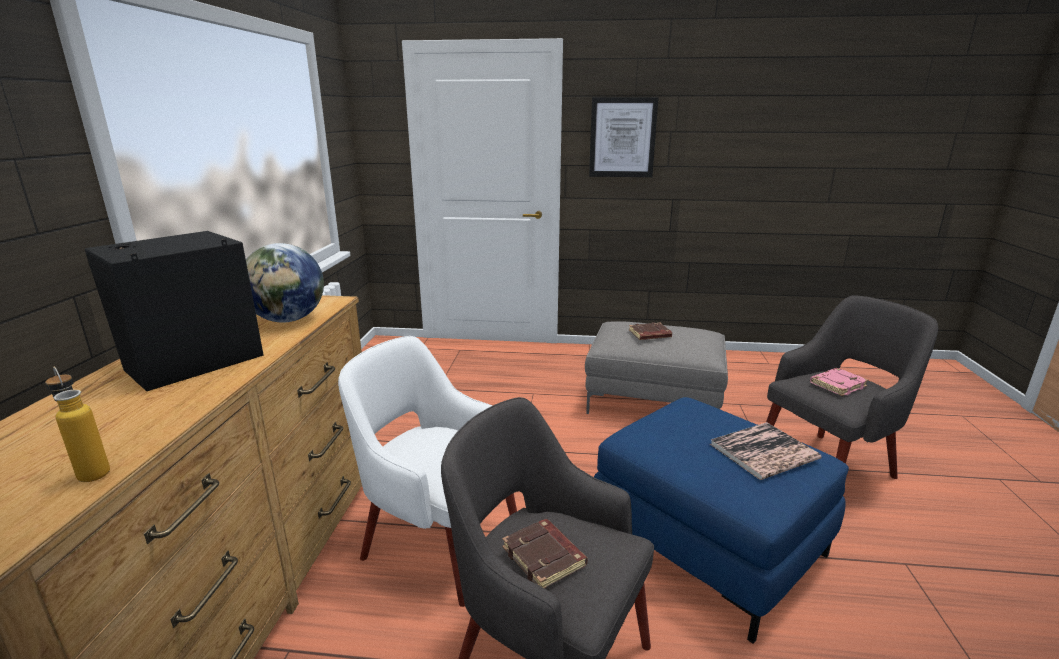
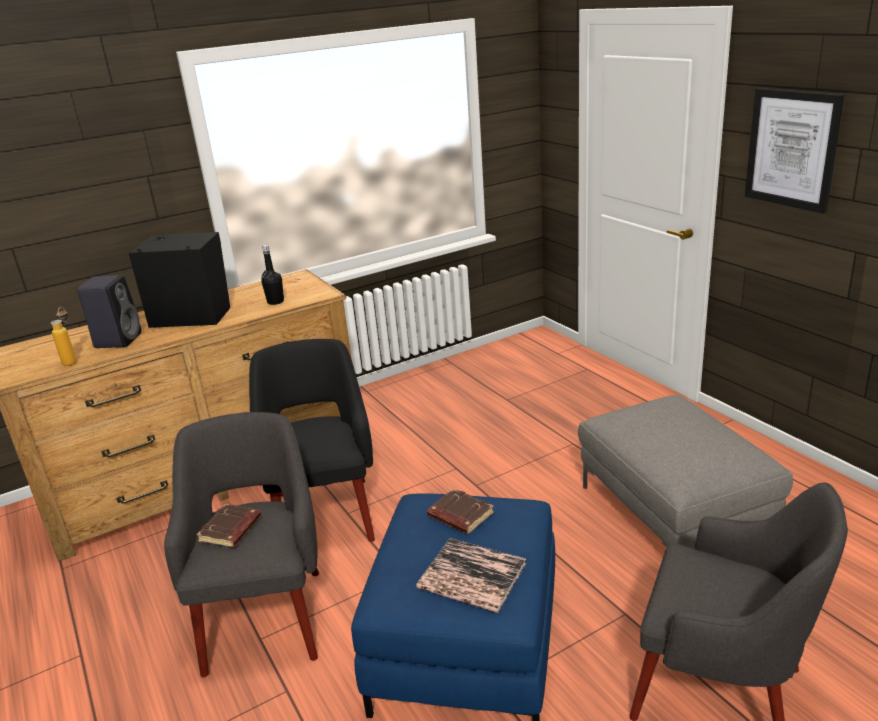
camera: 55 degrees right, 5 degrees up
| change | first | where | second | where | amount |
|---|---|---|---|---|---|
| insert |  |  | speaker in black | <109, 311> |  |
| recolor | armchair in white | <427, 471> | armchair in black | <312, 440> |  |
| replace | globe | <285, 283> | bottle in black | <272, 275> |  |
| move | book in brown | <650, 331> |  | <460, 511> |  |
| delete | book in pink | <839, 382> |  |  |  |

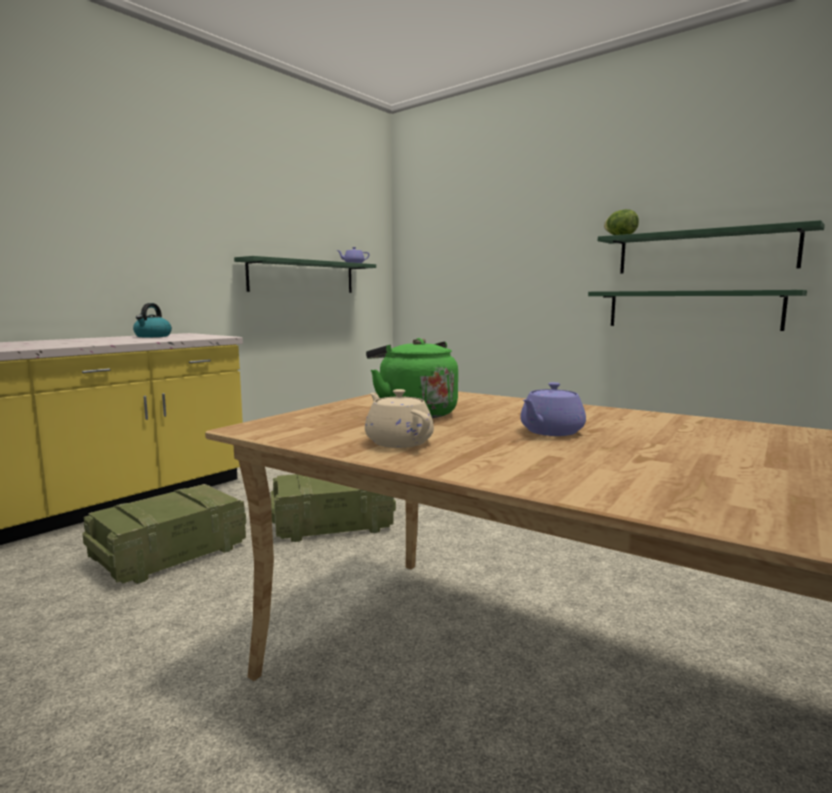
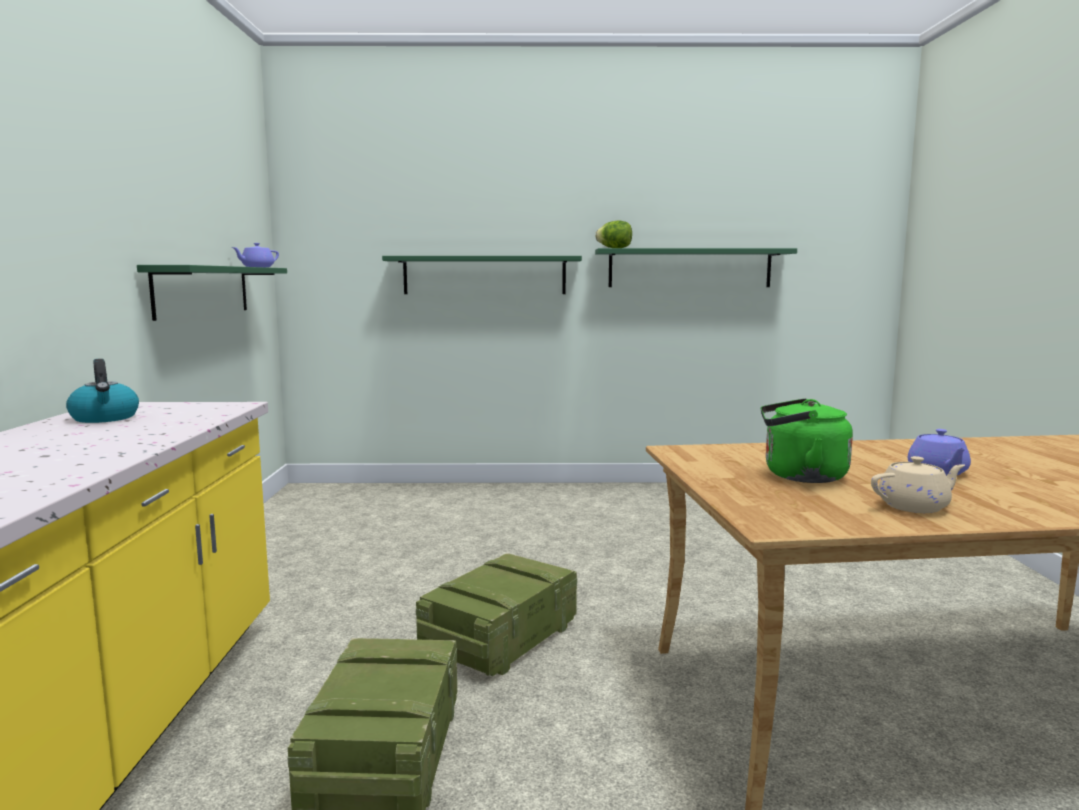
camera: 40 degrees left, 0 degrees up
| change | first | where | second | where | amount |
|---|---|---|---|---|---|
| move | shelf in green | <697, 310> |  | <482, 275> |  |
| rotate | teapot in beige | <399, 418> |  | <918, 484> | 150 degrees clockwise |

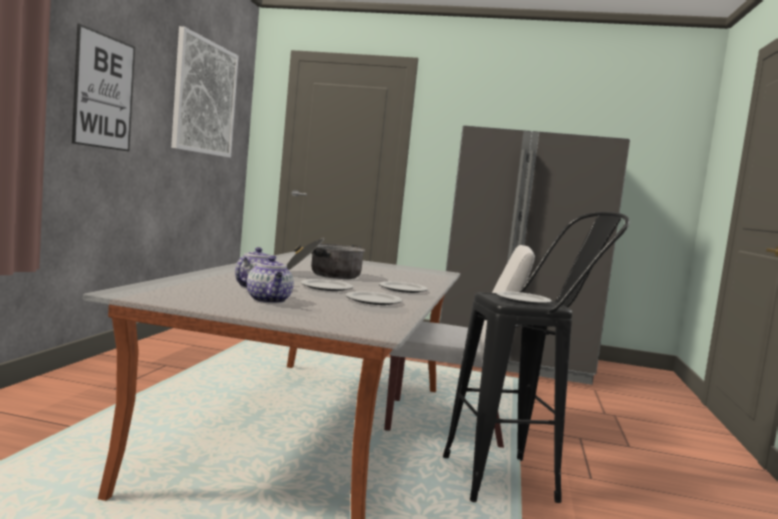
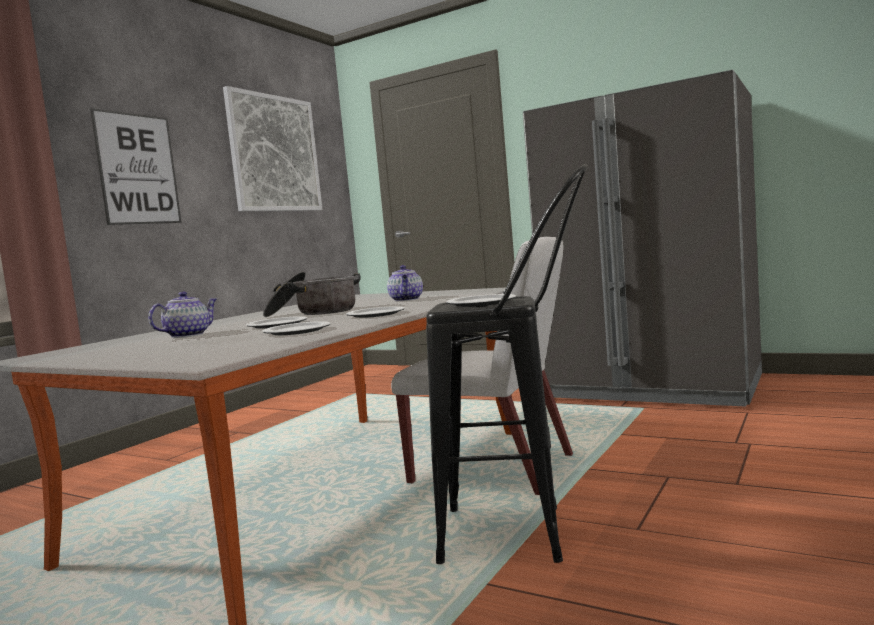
camera: 20 degrees right, 0 degrees up
| change | first | where | second | where | amount |
|---|---|---|---|---|---|
| move | teapot | <270, 280> |  | <405, 283> |  |

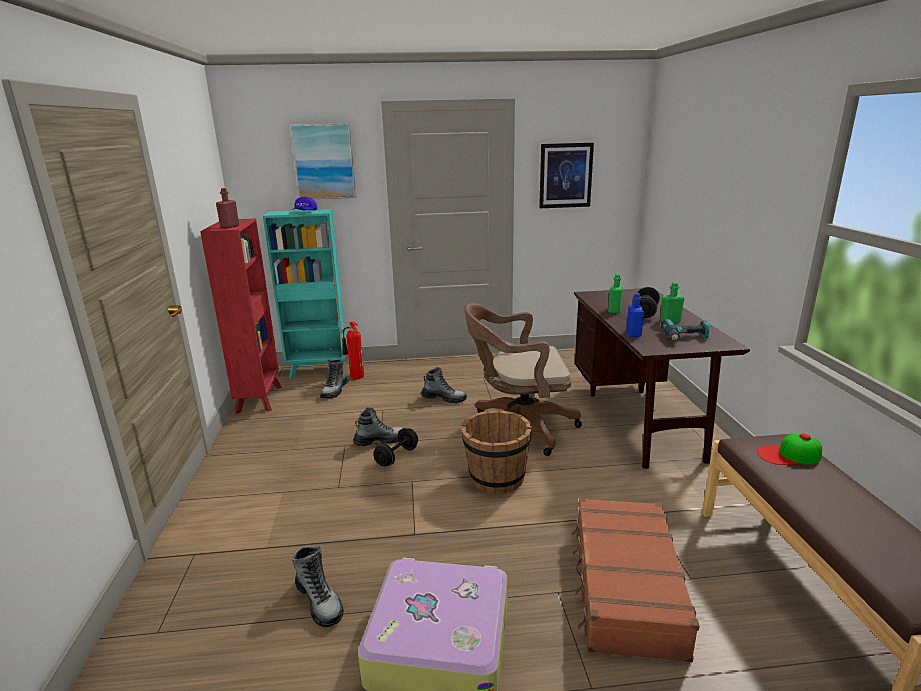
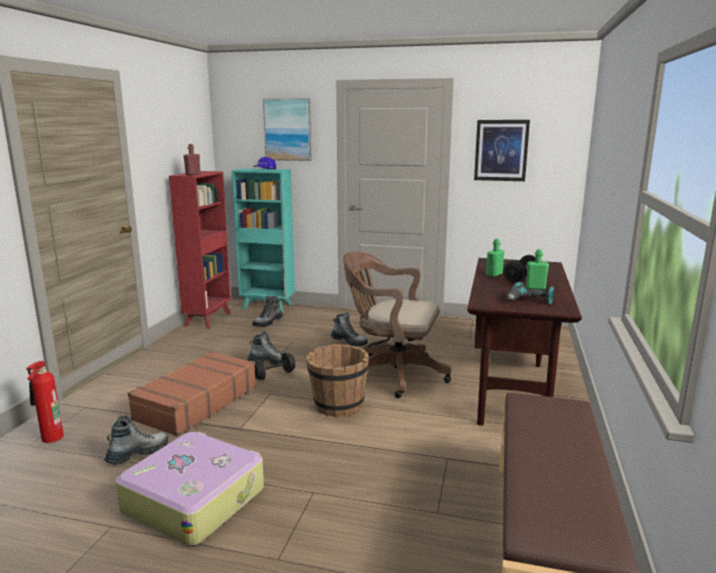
camera: 20 degrees right, 5 degrees down
| change | first | where | second | where | amount |
|---|---|---|---|---|---|
| move | fire extinguisher | <353, 350> |  | <45, 402> |  |
| rotate | boot | <317, 586> |  | <136, 440> | 120 degrees counterclockwise |
| move | suitcase in brown | <636, 580> |  | <192, 393> |  |
| delete | bottle in blue | <635, 315> |  |  |  |
| delete | cap | <789, 449> |  |  |  |

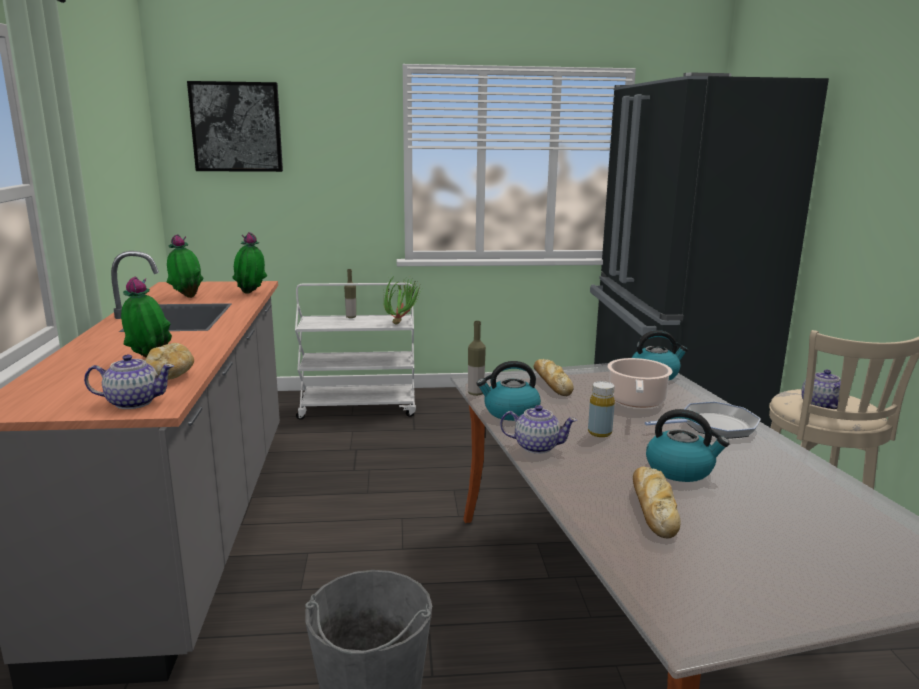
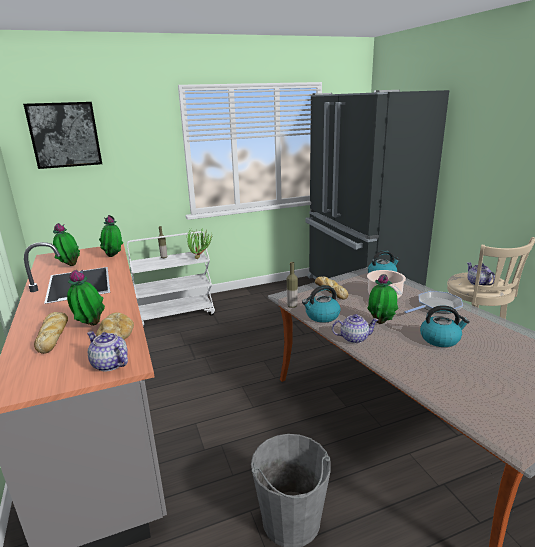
camera: 15 degrees left, 5 degrees up
| change | first | where | second | where | amount |
|---|---|---|---|---|---|
| move | bread | <656, 502> |  | <51, 333> |  |
| rotate | teapot | <129, 381> |  | <107, 351> | 120 degrees counterclockwise |
| replace | bottle in yellow | <601, 409> | potted plant | <382, 299> |  |

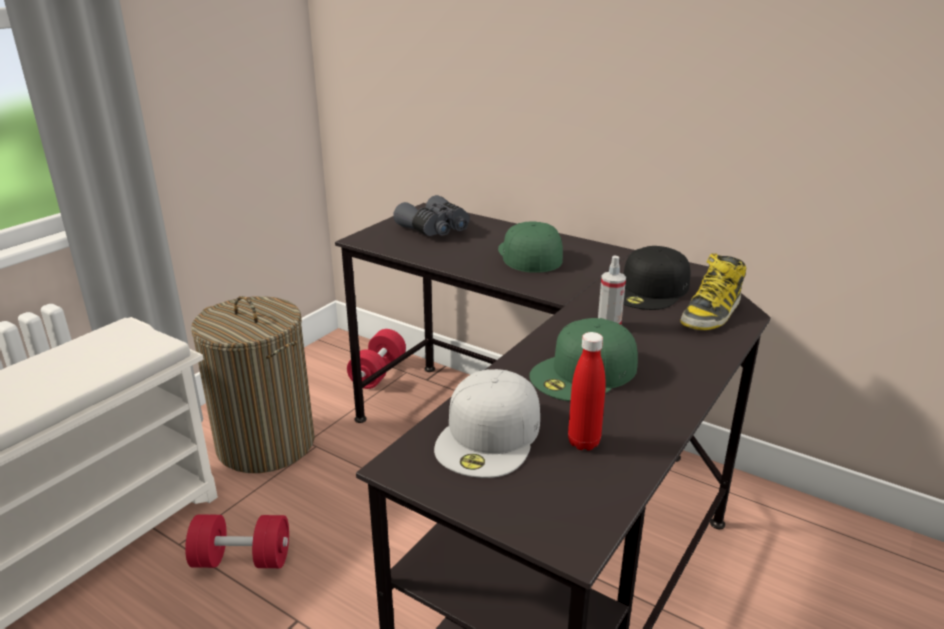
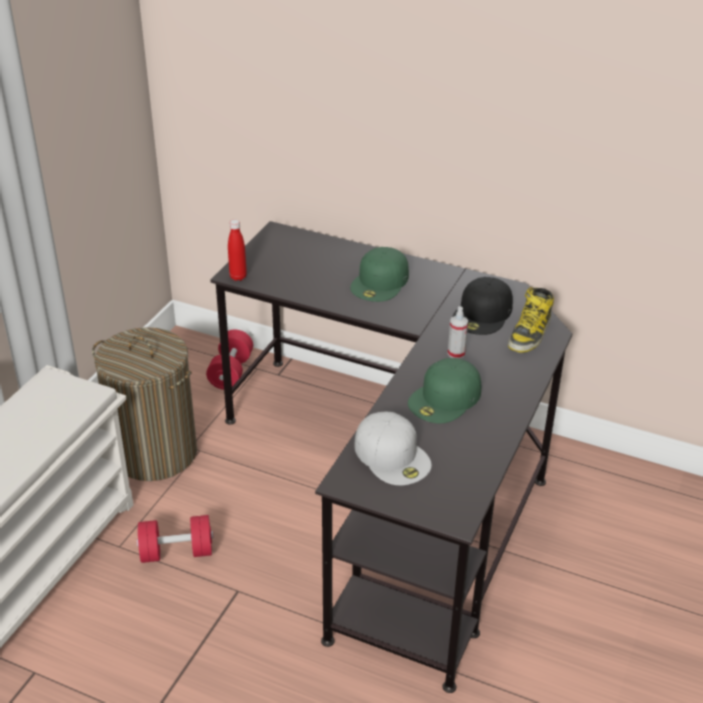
camera: 10 degrees left, 10 degrees up
| change | first | where | second | where | amount |
|---|---|---|---|---|---|
| move | bottle in red | <587, 391> |  | <237, 250> |  |
| rotate | cap in green | <530, 247> |  | <379, 274> | 135 degrees counterclockwise |
| rotate | cap in white | <487, 423> |  | <393, 448> | 45 degrees counterclockwise |
| delete | binoculars in grey | <431, 215> |  |  |  |

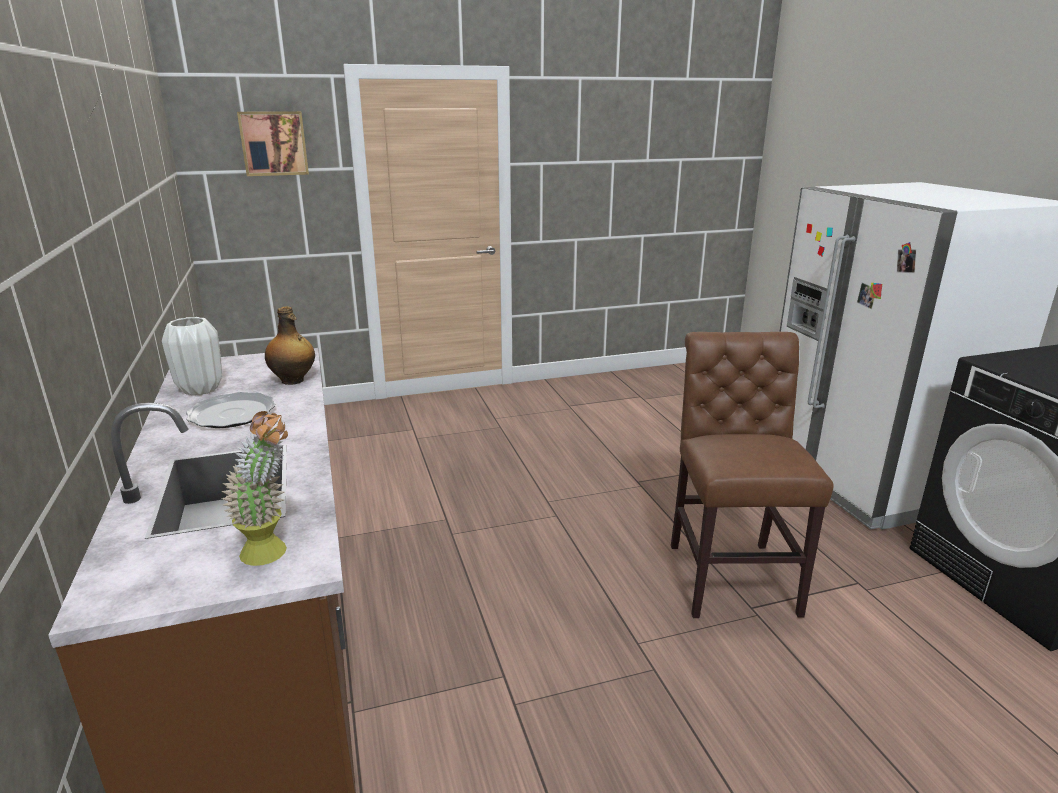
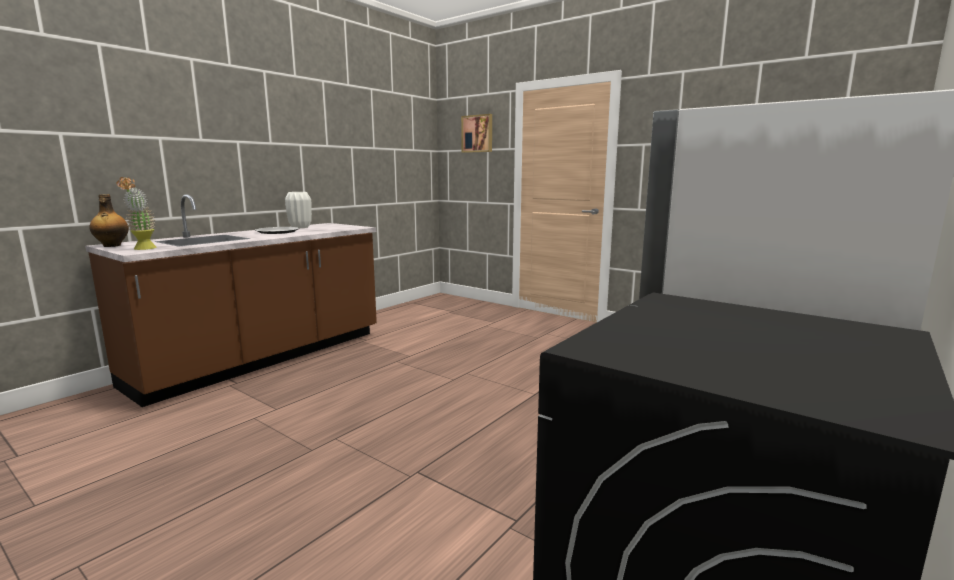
camera: 55 degrees right, 10 degrees down
| change | first | where | second | where | amount |
|---|---|---|---|---|---|
| move | bottle | <290, 345> |  | <109, 220> |  |
| delete | chair in brown | <752, 475> |  |  |  |

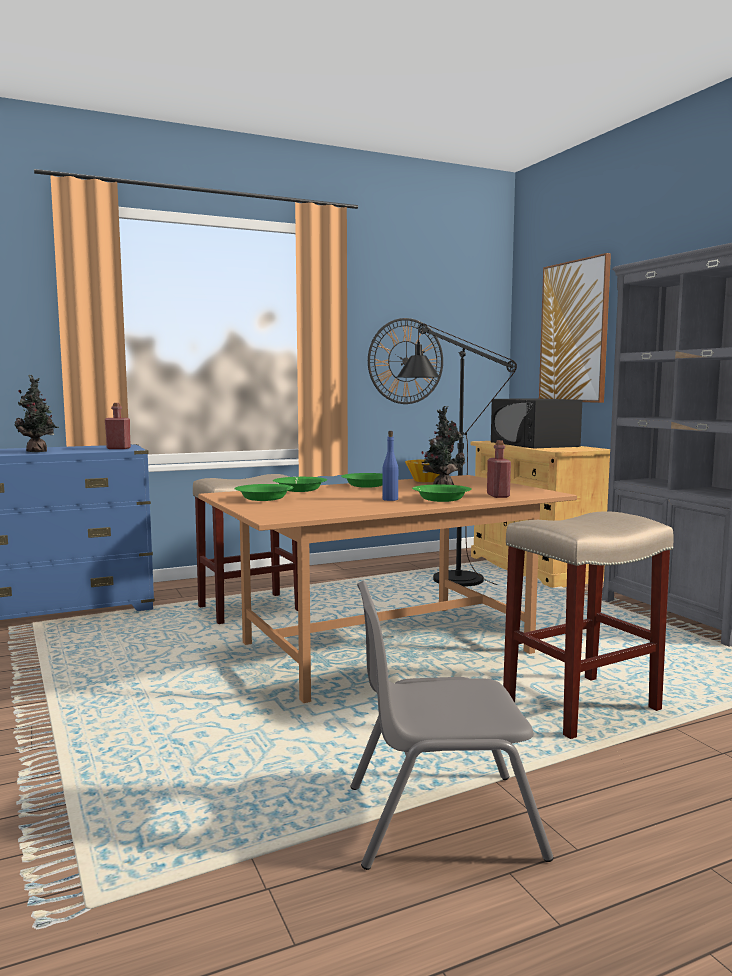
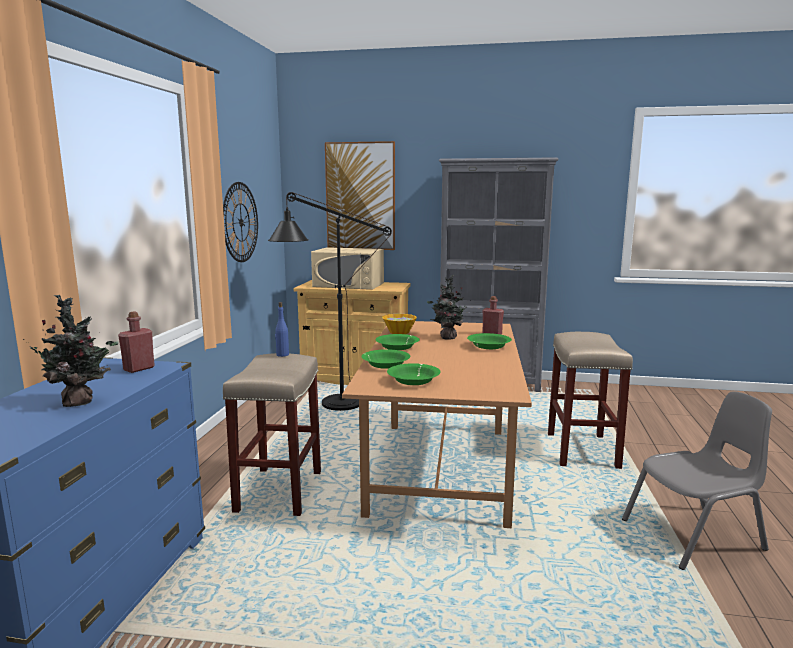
camera: 55 degrees left, 5 degrees up
| change | first | where | second | where | amount |
|---|---|---|---|---|---|
| move | bottle in blue | <390, 466> |  | <282, 329> |  |
| recolor | microwave in black | <536, 423> | microwave in beige | <347, 268> |  |
| rotate | chair in grey | <452, 725> |  | <697, 480> | 135 degrees counterclockwise |

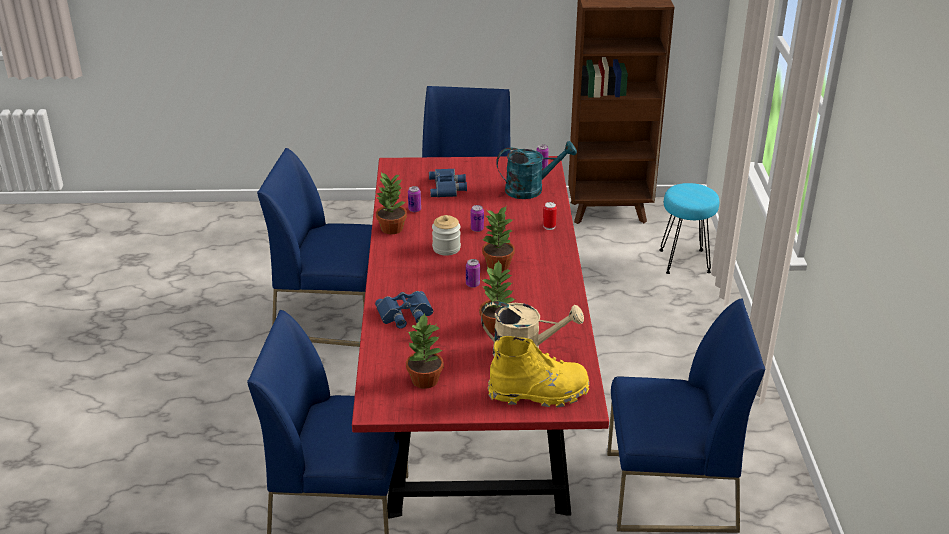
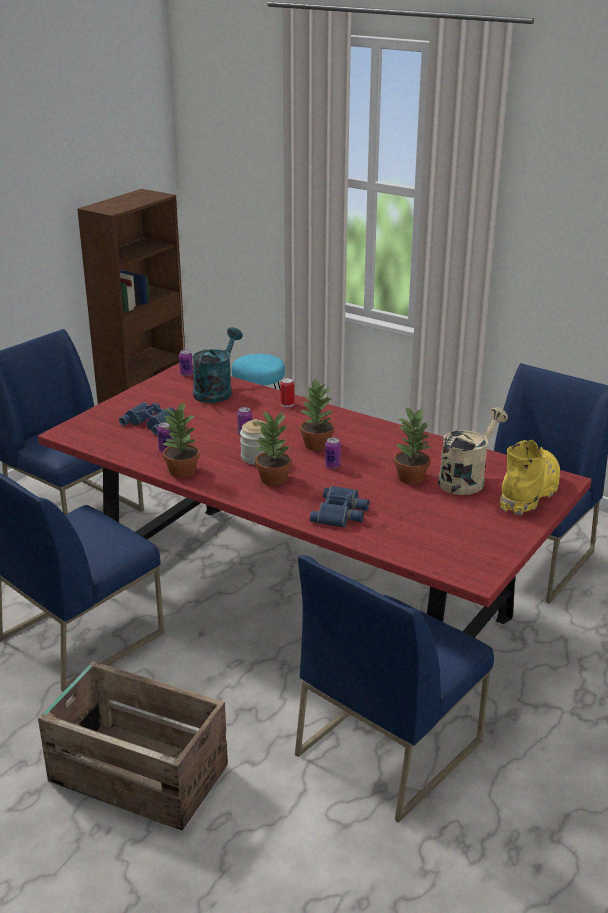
camera: 55 degrees left, 5 degrees down
| change | first | where | second | where | amount |
|---|---|---|---|---|---|
| insert |  |  | crate | <133, 746> |  |
| move | potted plant | <425, 351> |  | <273, 448> |  |

